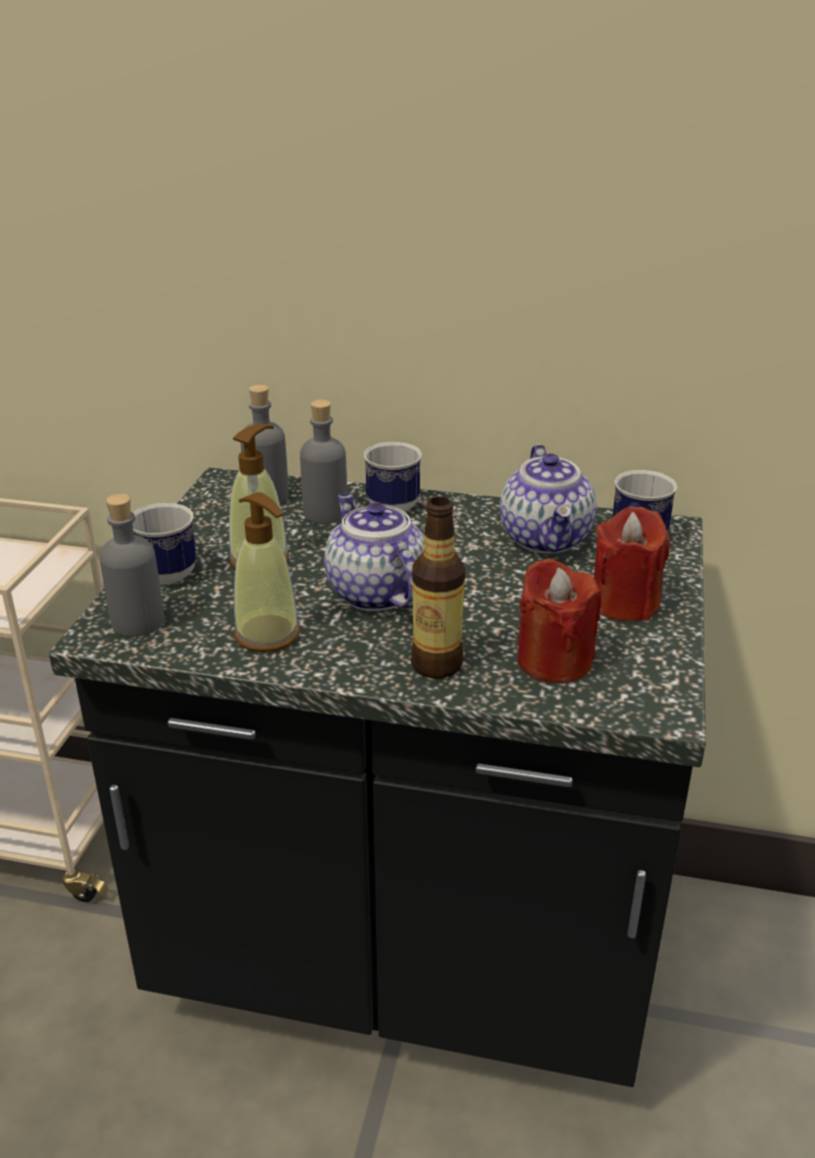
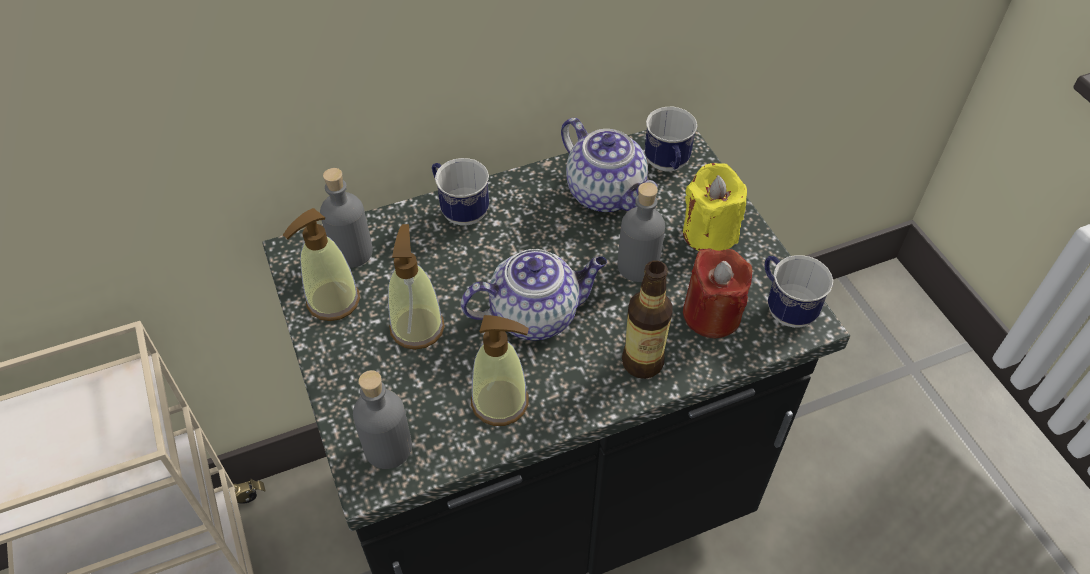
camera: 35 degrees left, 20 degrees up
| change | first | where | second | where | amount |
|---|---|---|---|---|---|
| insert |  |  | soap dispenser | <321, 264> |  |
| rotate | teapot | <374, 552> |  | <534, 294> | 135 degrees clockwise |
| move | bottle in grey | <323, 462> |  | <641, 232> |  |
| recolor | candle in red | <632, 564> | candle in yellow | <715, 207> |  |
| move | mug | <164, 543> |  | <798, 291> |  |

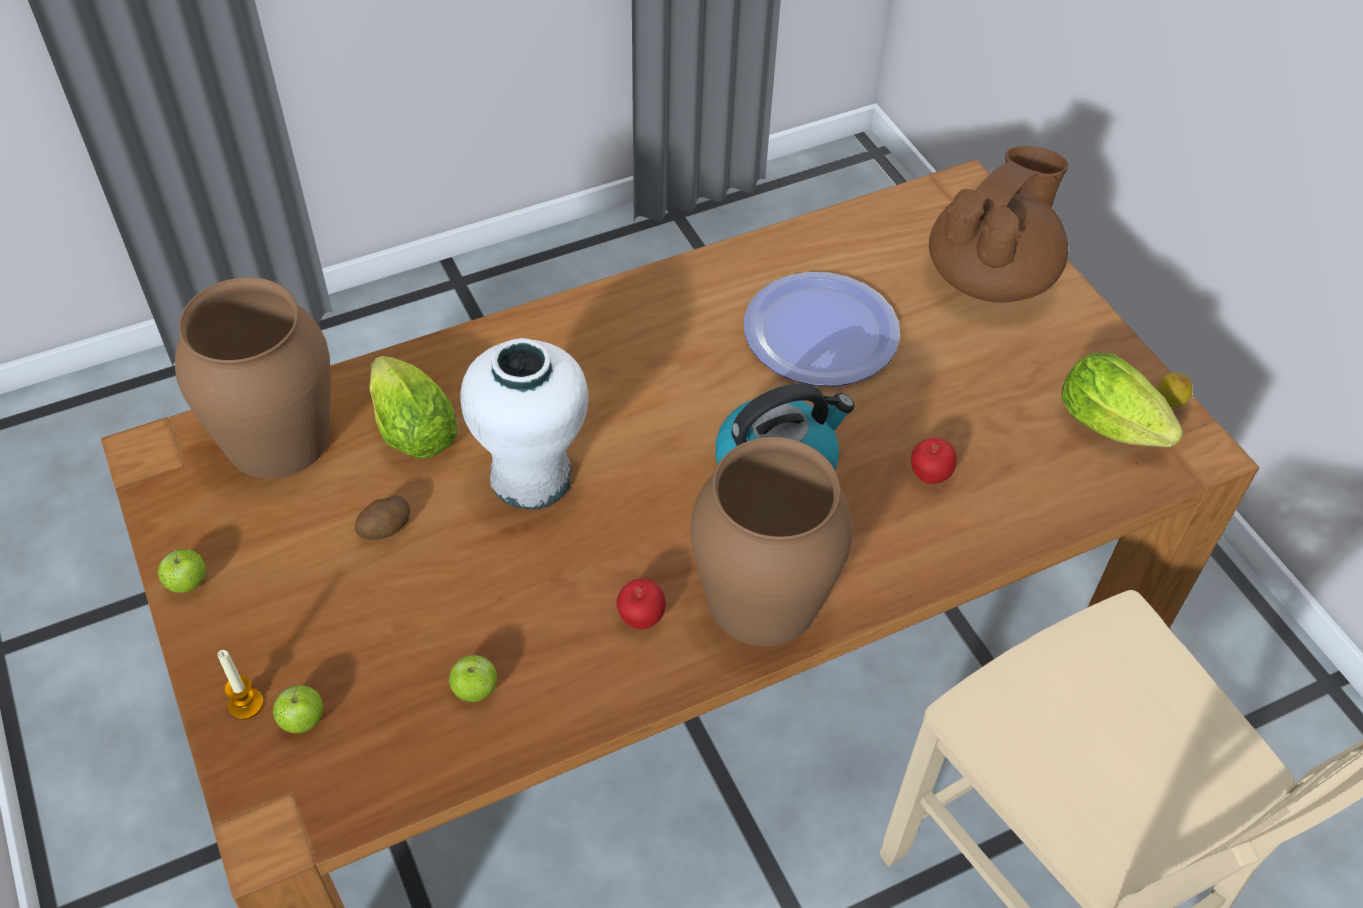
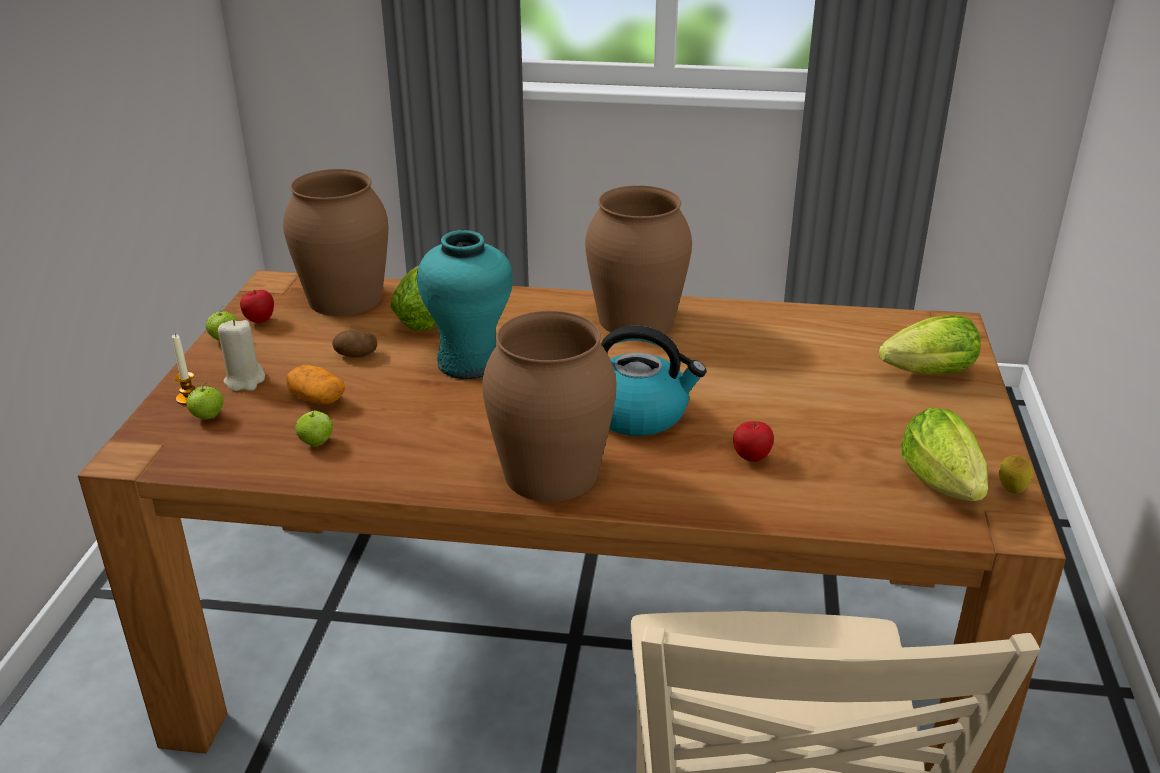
camera: 35 degrees right, 20 degrees down
| change | first | where | second | where | amount |
|---|---|---|---|---|---|
| insert |  |  | candle in beige | <241, 355> |  |
| move | apple | <641, 603> |  | <257, 306> |  |
| insert |  |  | potato | <315, 384> |  |
| recolor | vase in white | <524, 424> | vase in turquoise | <465, 304> |  |
| insert |  |  | vase in brown | <638, 259> |  |
| replace | teapot in brown | <998, 224> | lettuce | <930, 344> |  |
| delete | plate | <822, 329> |  |  |  |

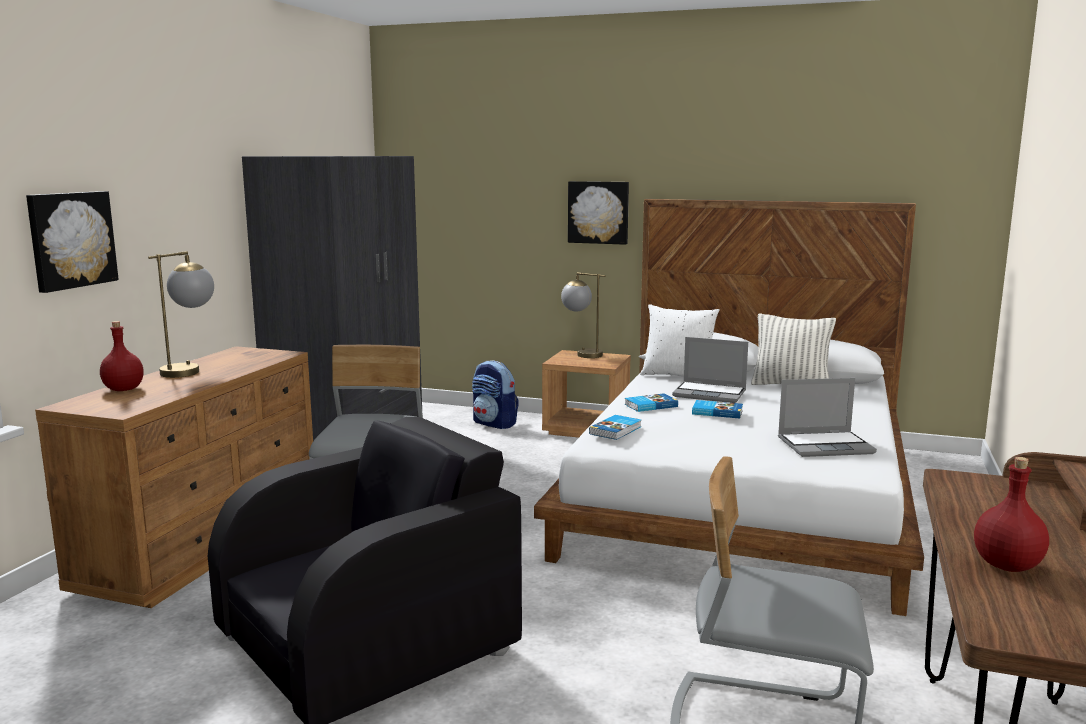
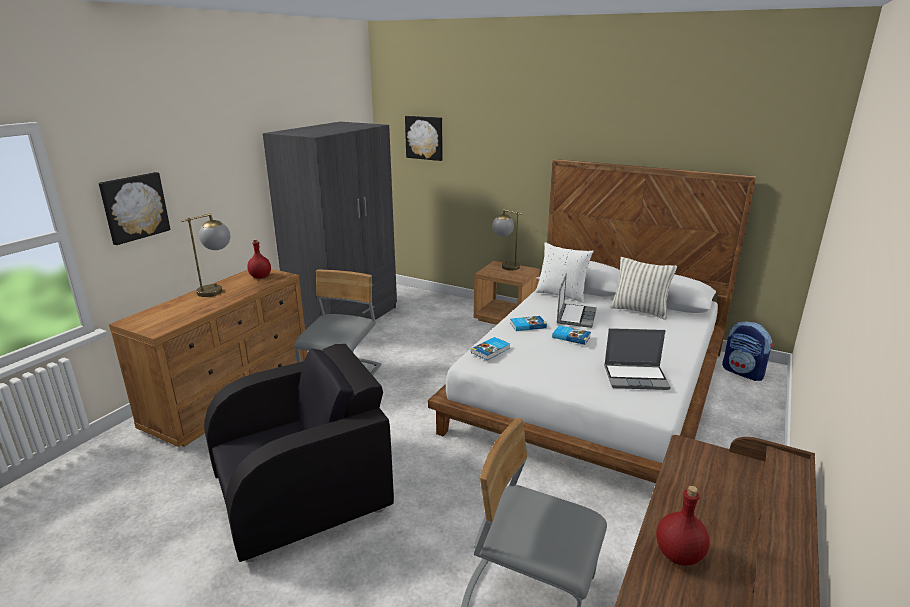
camera: 10 degrees right, 10 degrees up
| change | first | where | second | where | amount |
|---|---|---|---|---|---|
| move | bottle in red | <122, 356> |  | <259, 259> |  |
| move | picture | <598, 213> |  | <424, 138> |  |
| rotate | laptop | <710, 370> |  | <577, 300> | 105 degrees counterclockwise |
| move | backpack | <495, 395> |  | <748, 351> |  |

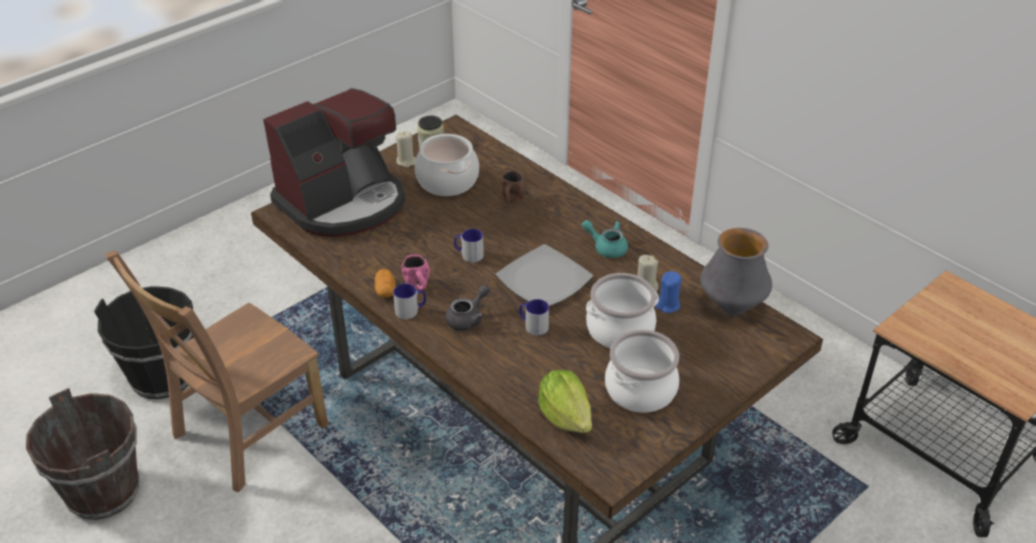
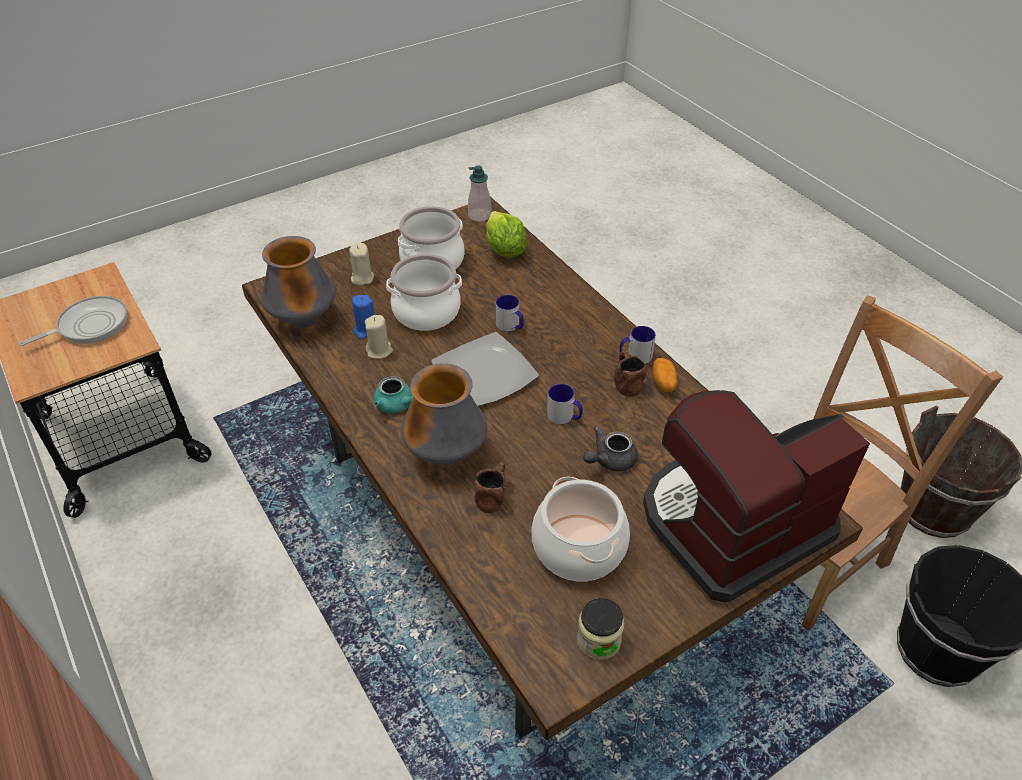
camera: 170 degrees left, 5 degrees up
| change | first | where | second | where | amount |
|---|---|---|---|---|---|
| insert |  |  | frying pan | <73, 321> |  |
| move | candle in beige | <406, 149> |  | <361, 264> |  |
| insert |  |  | vase | <444, 414> |  |
| insert |  |  | soap dispenser | <479, 194> |  |
| move | teapot in grey | <467, 307> |  | <610, 448> |  |
| recolor | mug in pink | <415, 272> | mug in brown | <630, 373> |  |

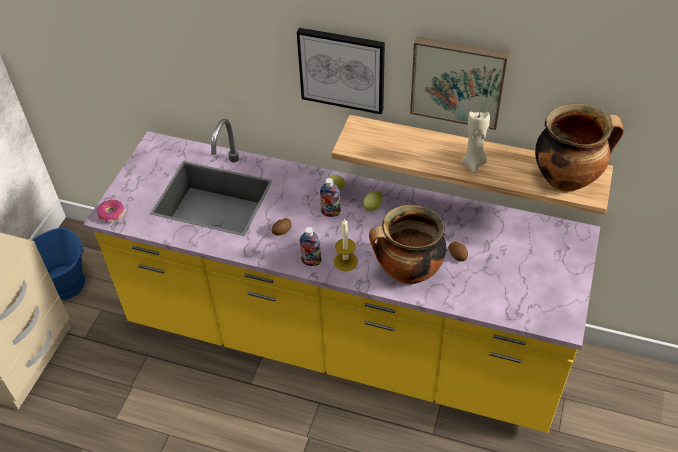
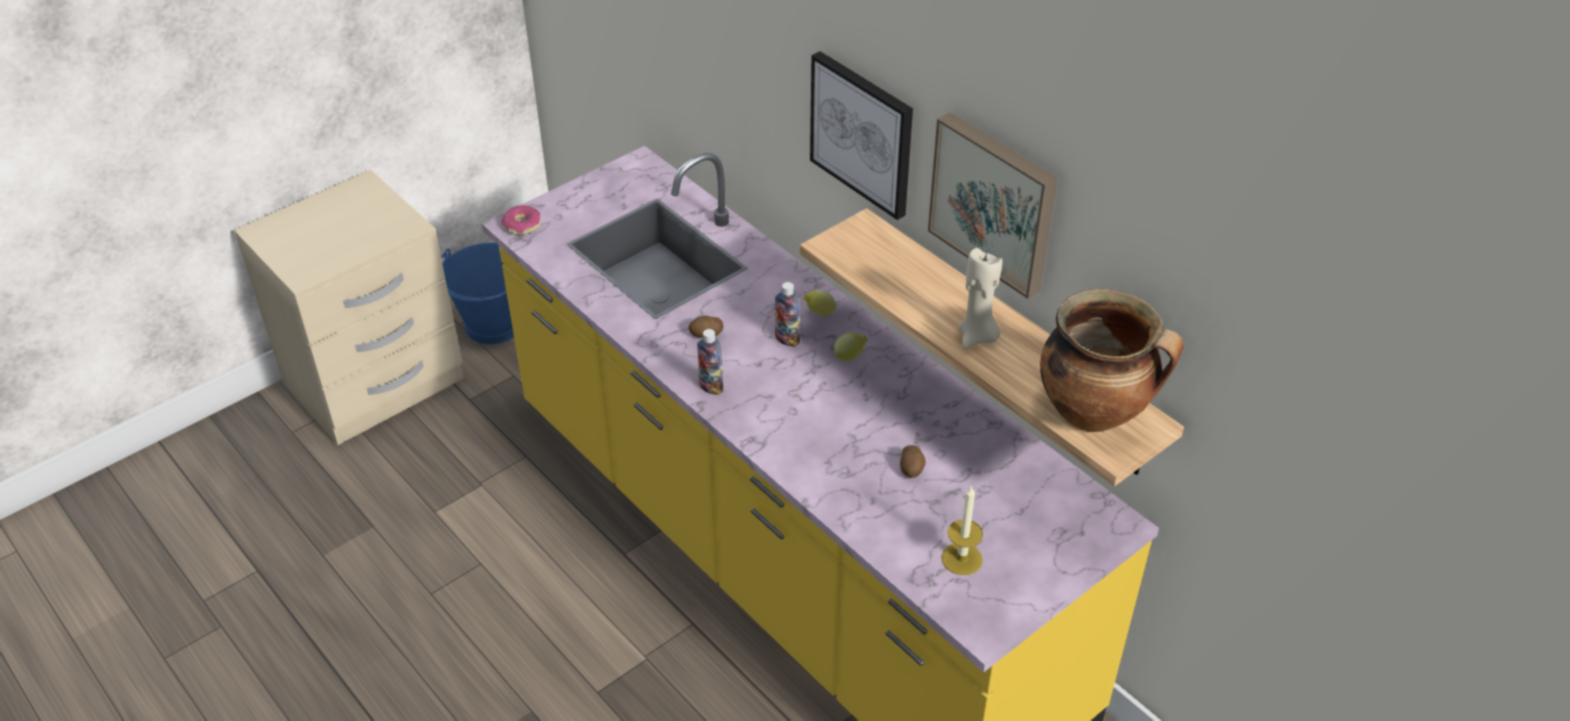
camera: 30 degrees right, 5 degrees down
| change | first | where | second | where | amount |
|---|---|---|---|---|---|
| move | candle | <346, 245> |  | <962, 530> |  |
| delete | cooking pot | <407, 244> |  |  |  |

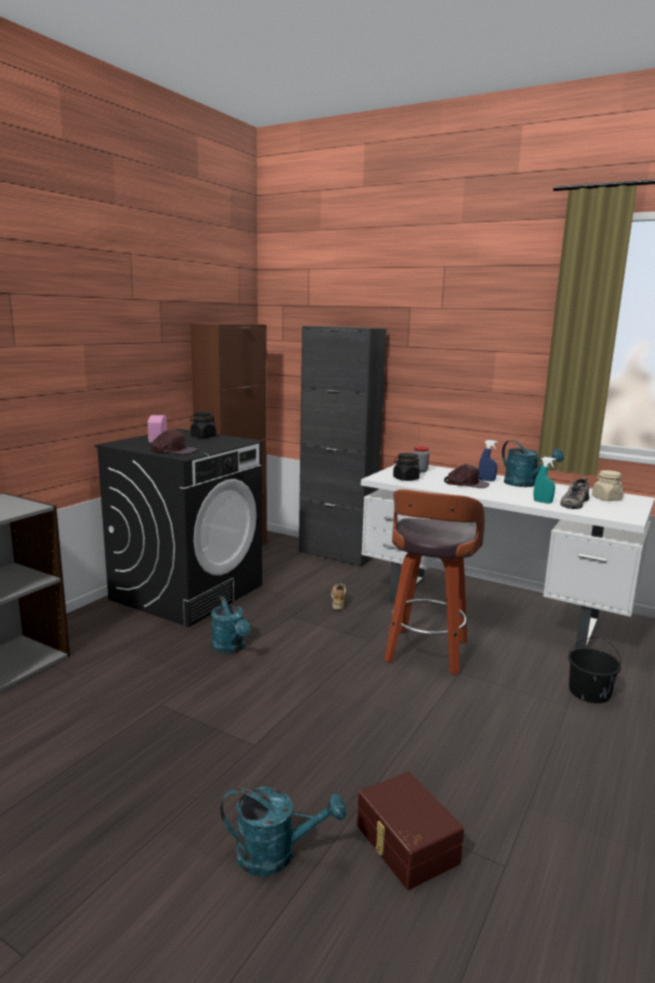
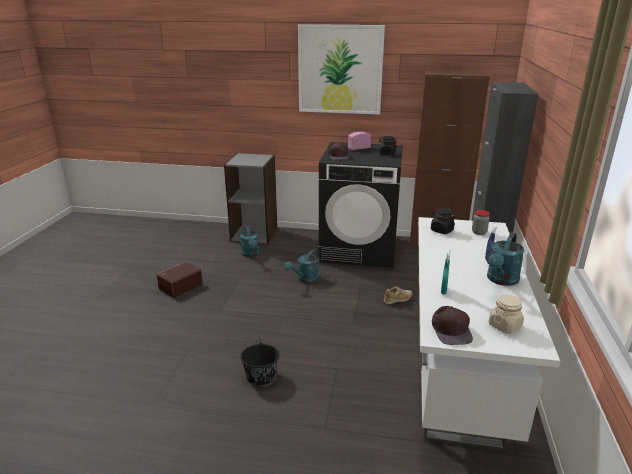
camera: 70 degrees right, 10 degrees up
| change | first | where | second | where | amount |
|---|---|---|---|---|---|
| move | storage box in brown | <410, 831> |  | <180, 280> |  |
| move | watering can in turquoise | <283, 832> |  | <250, 241> |  |
| move | bucket in black | <594, 670> |  | <259, 360> |  |
| insert |  |  | picture | <341, 69> |  |
| move | cap in brown | <466, 476> |  | <452, 325> |  |
| delete | stool | <434, 582> |  |  |  |
| delete | shoe | <574, 493> |  |  |  |

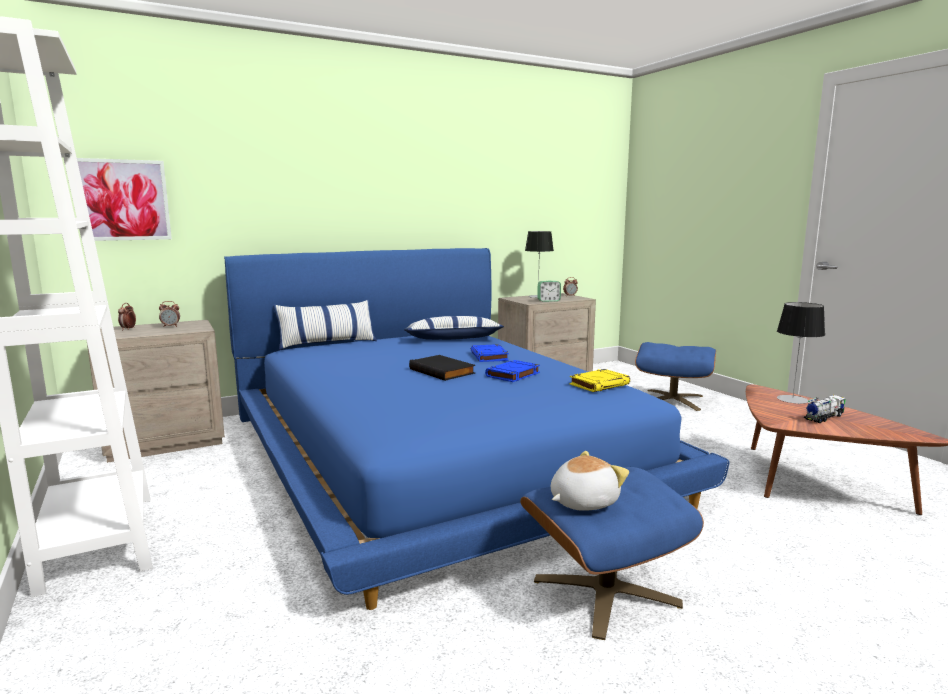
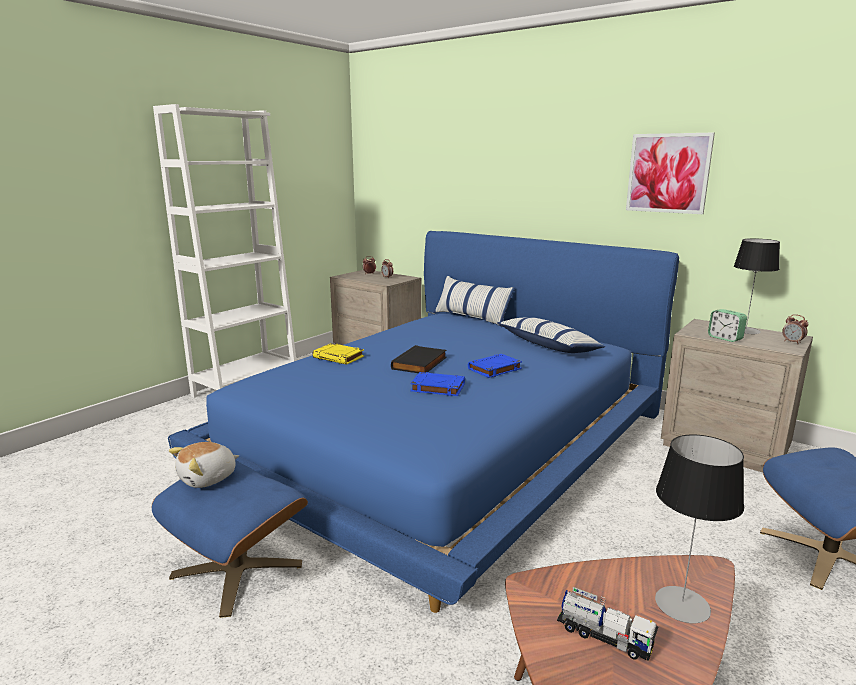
camera: 65 degrees right, 5 degrees up
| change | first | where | second | where | amount |
|---|---|---|---|---|---|
| rotate | plush toy | <590, 481> |  | <204, 465> | 105 degrees clockwise |
| move | book in yellow | <600, 380> |  | <338, 354> |  |
| move | picture | <124, 199> |  | <670, 173> |  |

